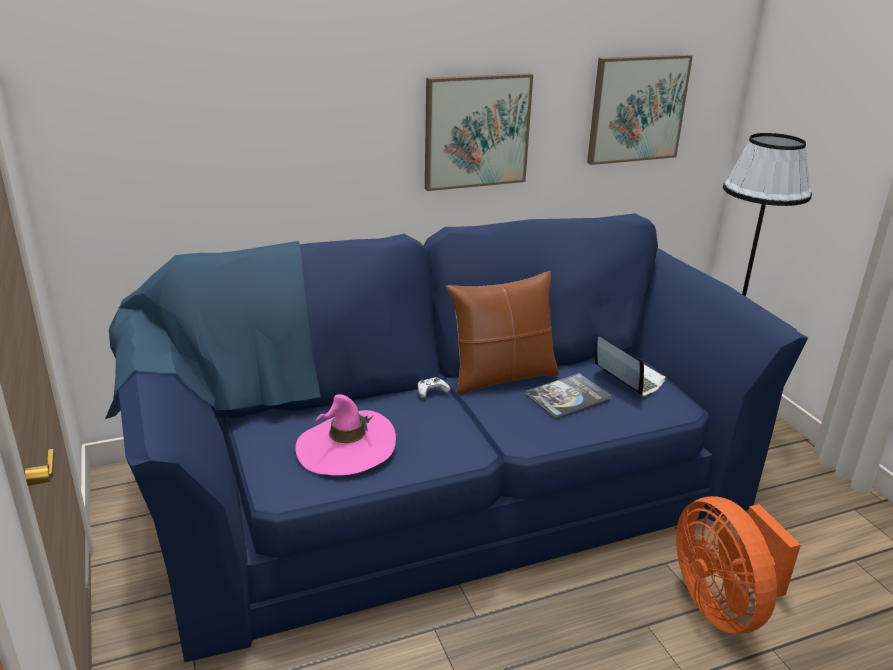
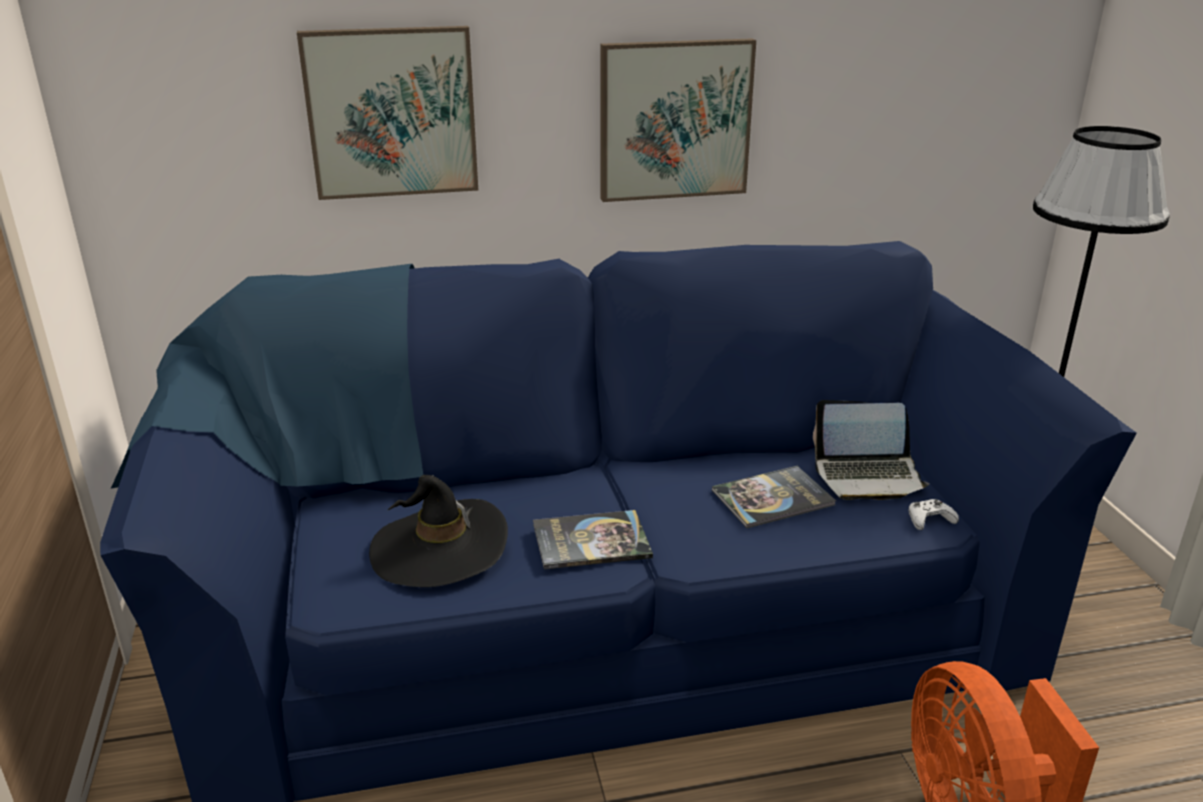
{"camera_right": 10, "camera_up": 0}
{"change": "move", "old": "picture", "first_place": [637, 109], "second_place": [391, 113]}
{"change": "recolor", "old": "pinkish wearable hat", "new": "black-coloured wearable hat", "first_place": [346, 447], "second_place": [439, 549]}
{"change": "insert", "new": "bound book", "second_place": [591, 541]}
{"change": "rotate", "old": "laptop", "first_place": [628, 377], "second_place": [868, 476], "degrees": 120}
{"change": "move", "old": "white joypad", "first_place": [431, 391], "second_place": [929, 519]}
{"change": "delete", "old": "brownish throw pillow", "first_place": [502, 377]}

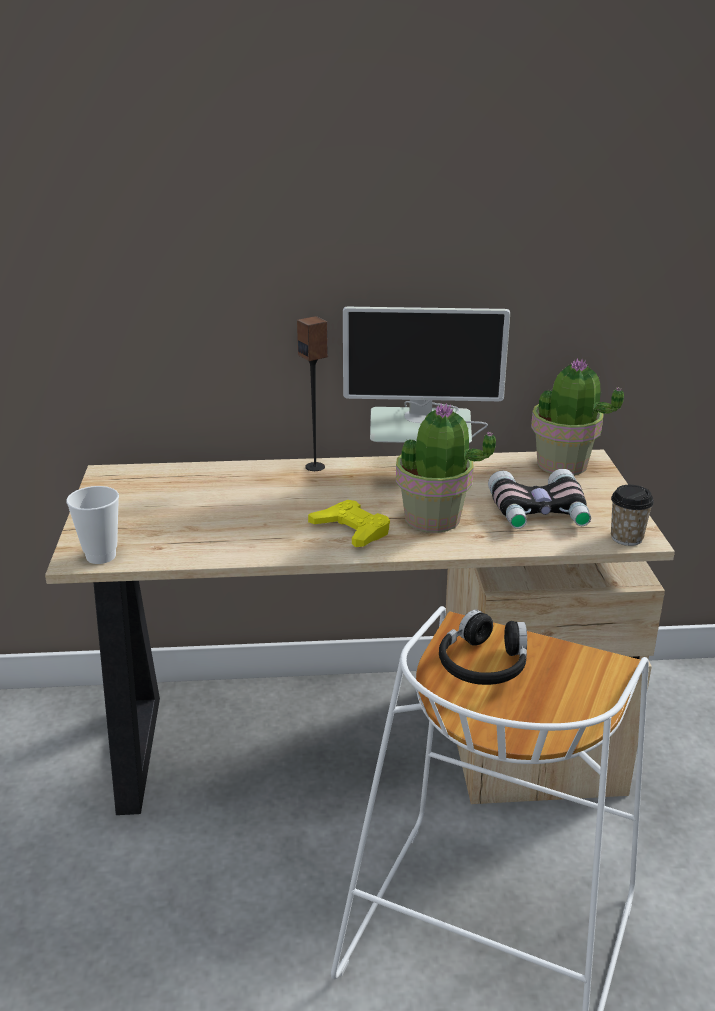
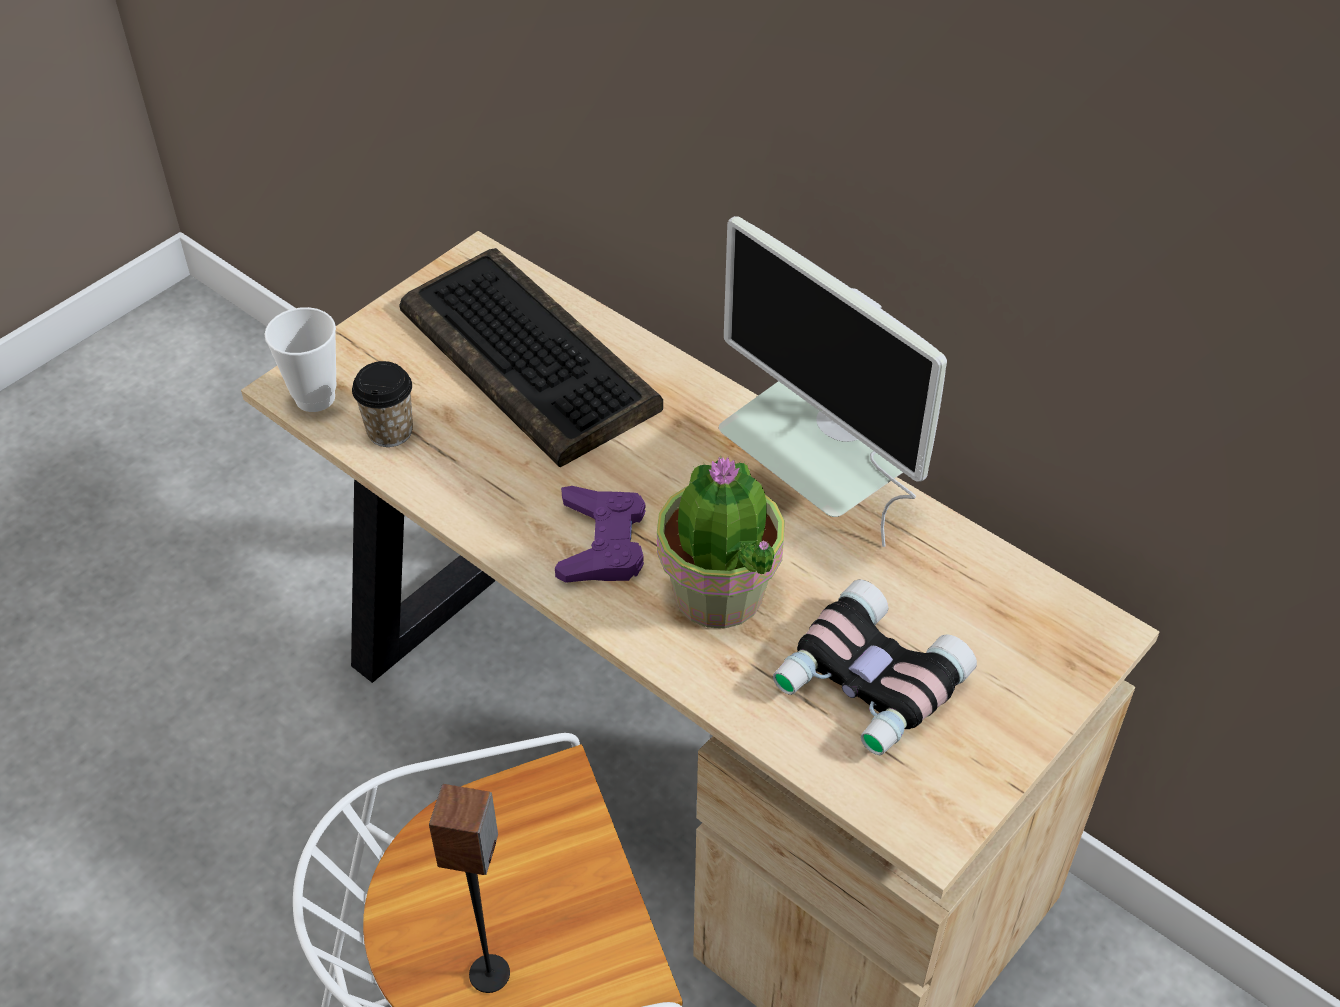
{"camera_right": 45, "camera_up": 20}
{"change": "move", "old": "cup", "first_place": [626, 538], "second_place": [390, 431]}
{"change": "insert", "new": "PC keyboard", "second_place": [532, 360]}
{"change": "move", "old": "speaker", "first_place": [315, 467], "second_place": [490, 974]}
{"change": "recolor", "old": "yellow joypad", "new": "purple joypad", "first_place": [351, 530], "second_place": [602, 543]}
{"change": "delete", "old": "black-coloured headphones", "first_place": [483, 664]}
{"change": "delete", "old": "houseplant", "first_place": [563, 465]}

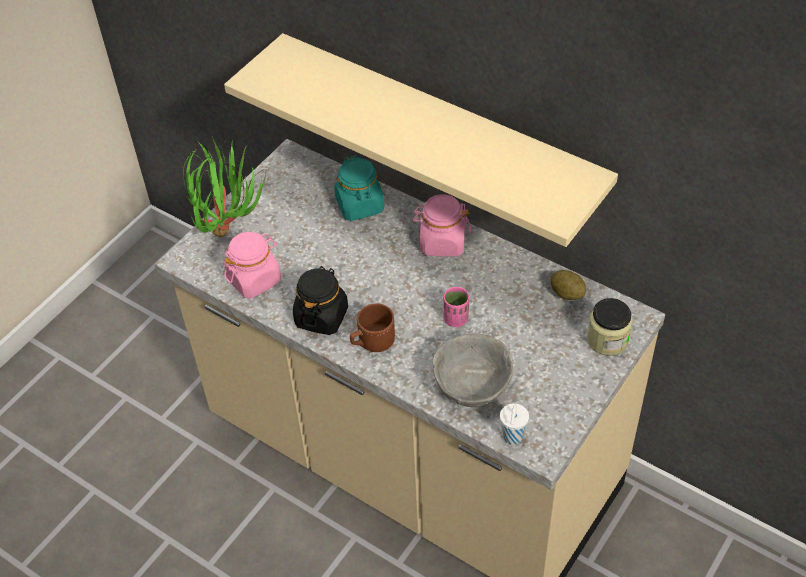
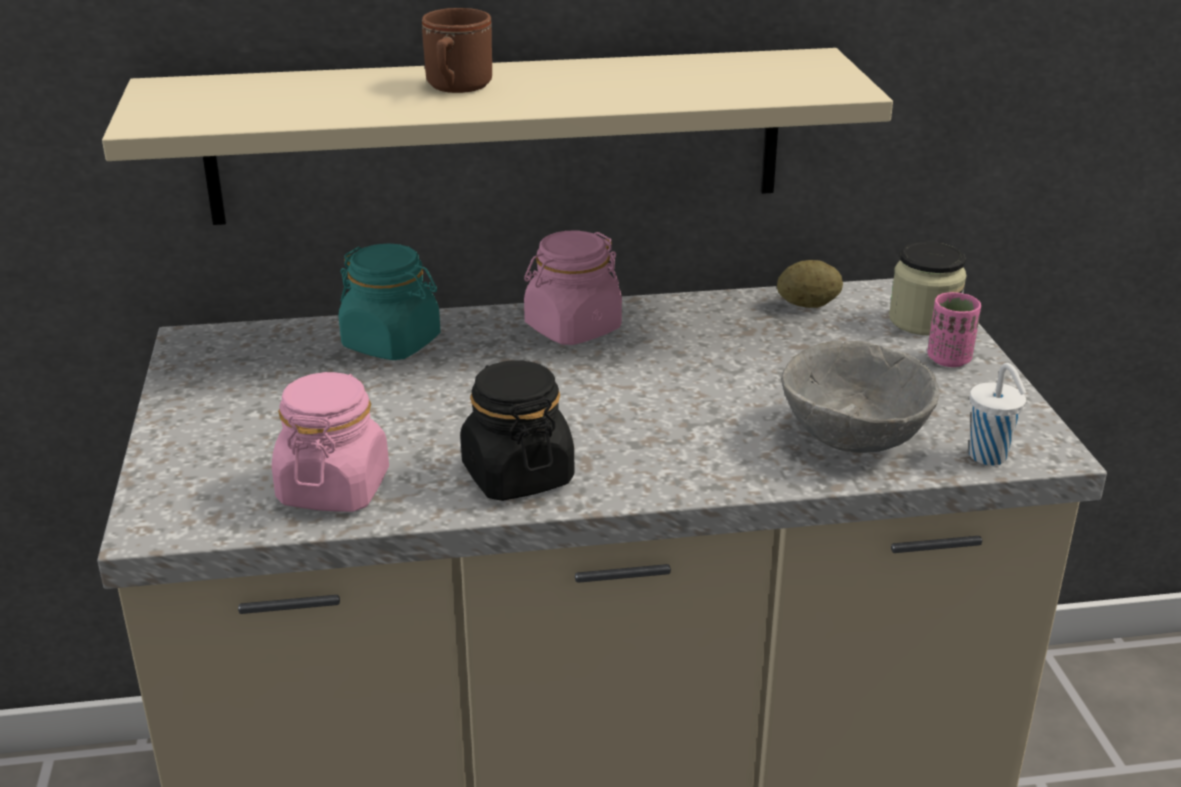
{"camera_right": -45, "camera_up": -20}
{"change": "move", "old": "brownish tea mug", "first_place": [372, 343], "second_place": [456, 88]}
{"change": "move", "old": "pinkish cup", "first_place": [456, 319], "second_place": [949, 359]}
{"change": "delete", "old": "houseplant", "first_place": [229, 226]}

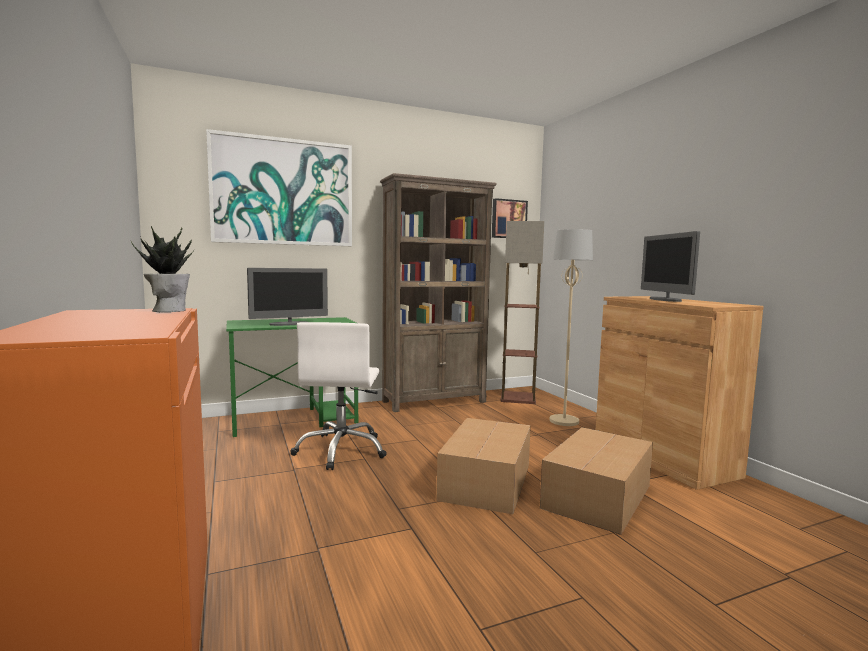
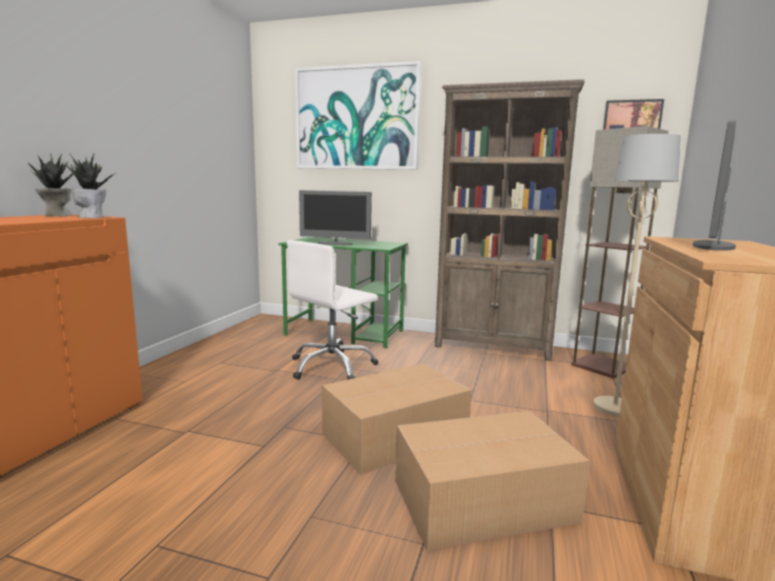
{"camera_right": 40, "camera_up": 5}
{"change": "insert", "new": "houseplant", "second_place": [56, 215]}

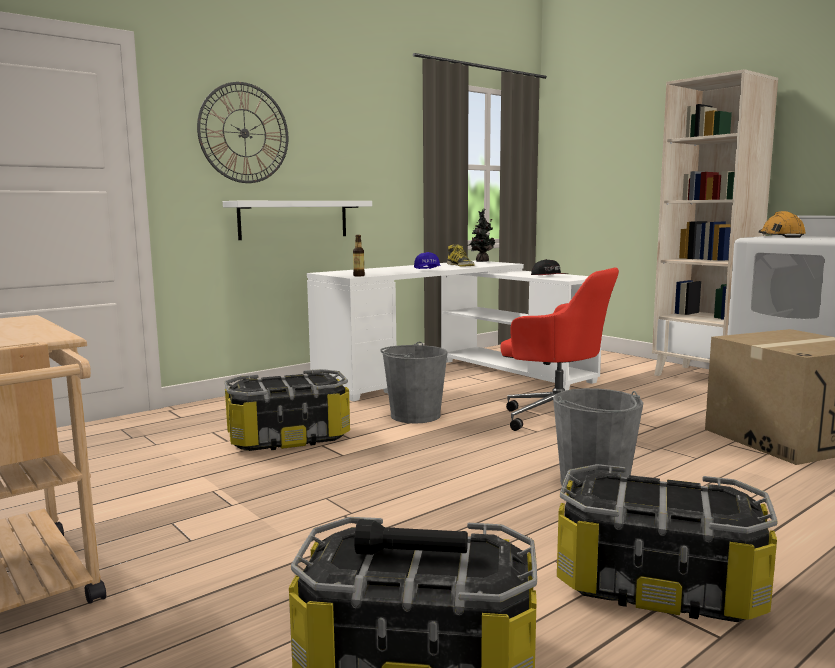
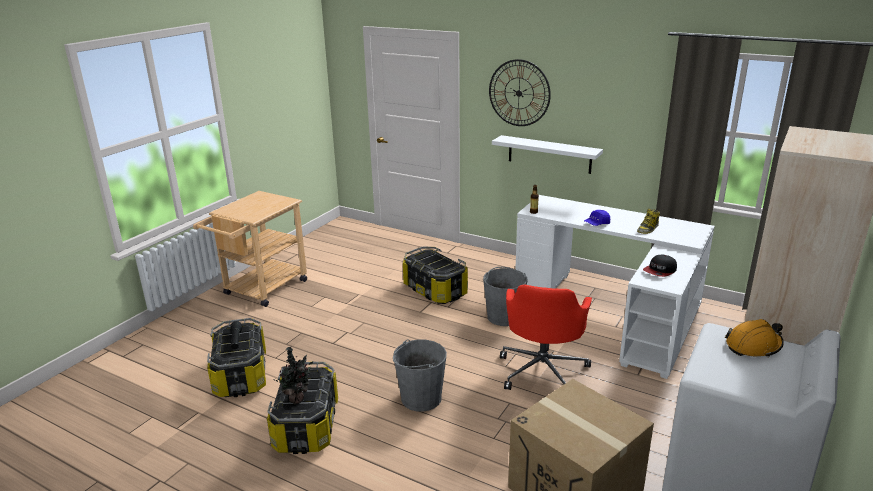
{"camera_right": 70, "camera_up": 15}
{"change": "move", "old": "houseplant", "first_place": [481, 261], "second_place": [297, 398]}

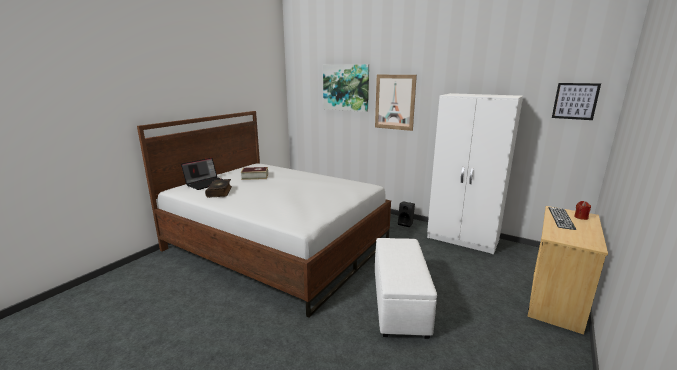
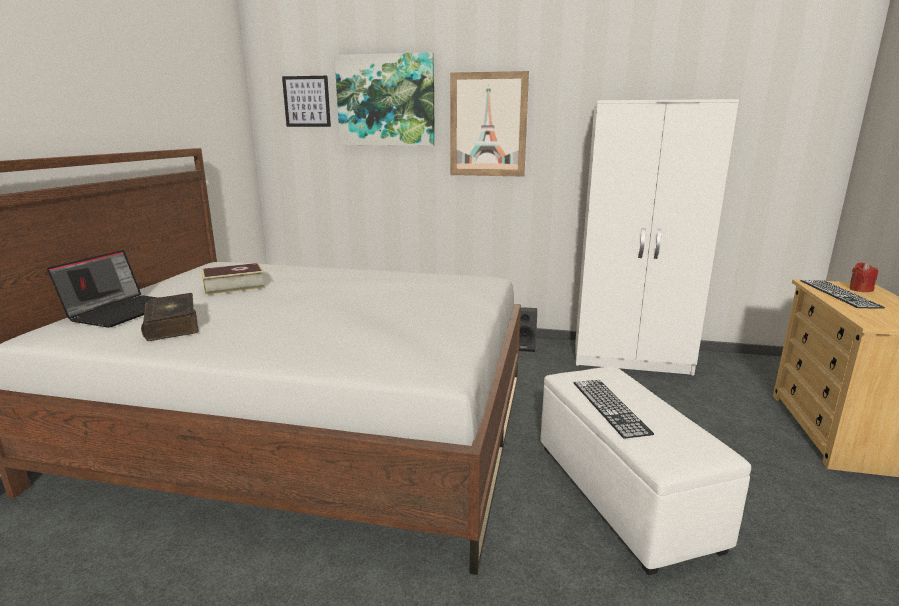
{"camera_right": -20, "camera_up": 0}
{"change": "move", "old": "picture", "first_place": [575, 101], "second_place": [307, 101]}
{"change": "insert", "new": "PC keyboard", "second_place": [610, 407]}

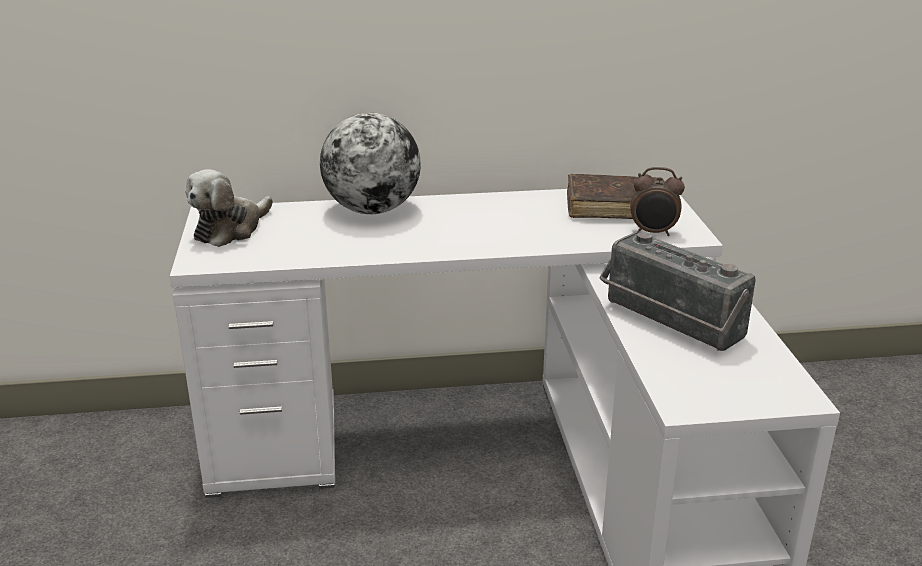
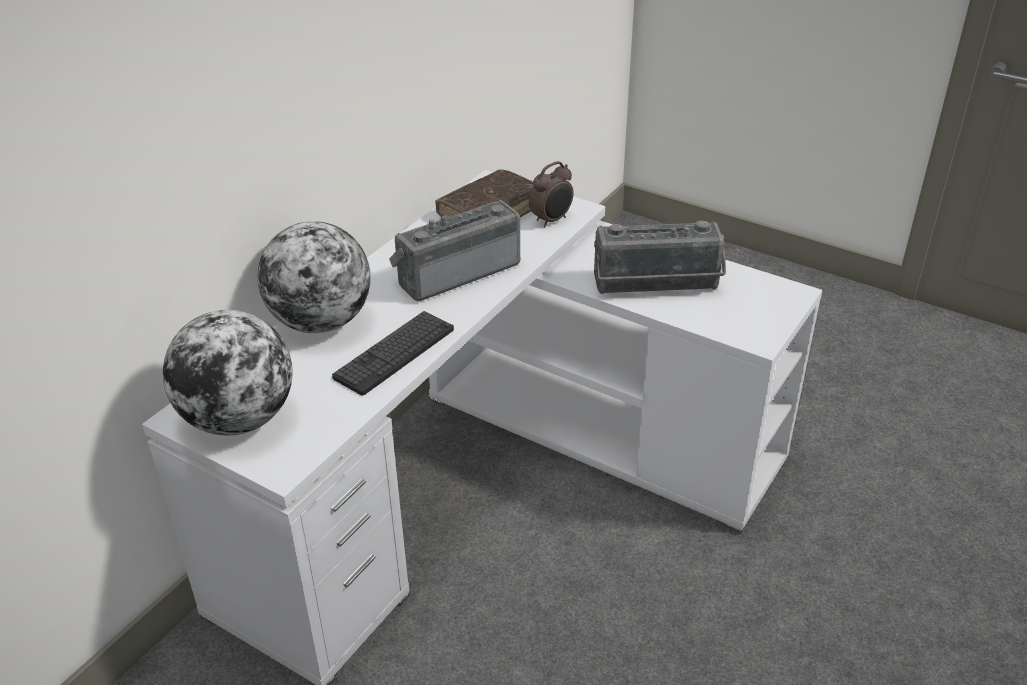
{"camera_right": -50, "camera_up": 10}
{"change": "replace", "old": "cuddly toy", "new": "desk globe", "first_place": [230, 229], "second_place": [238, 419]}
{"change": "insert", "new": "PC keyboard", "second_place": [395, 353]}
{"change": "insert", "new": "radio receiver", "second_place": [457, 272]}

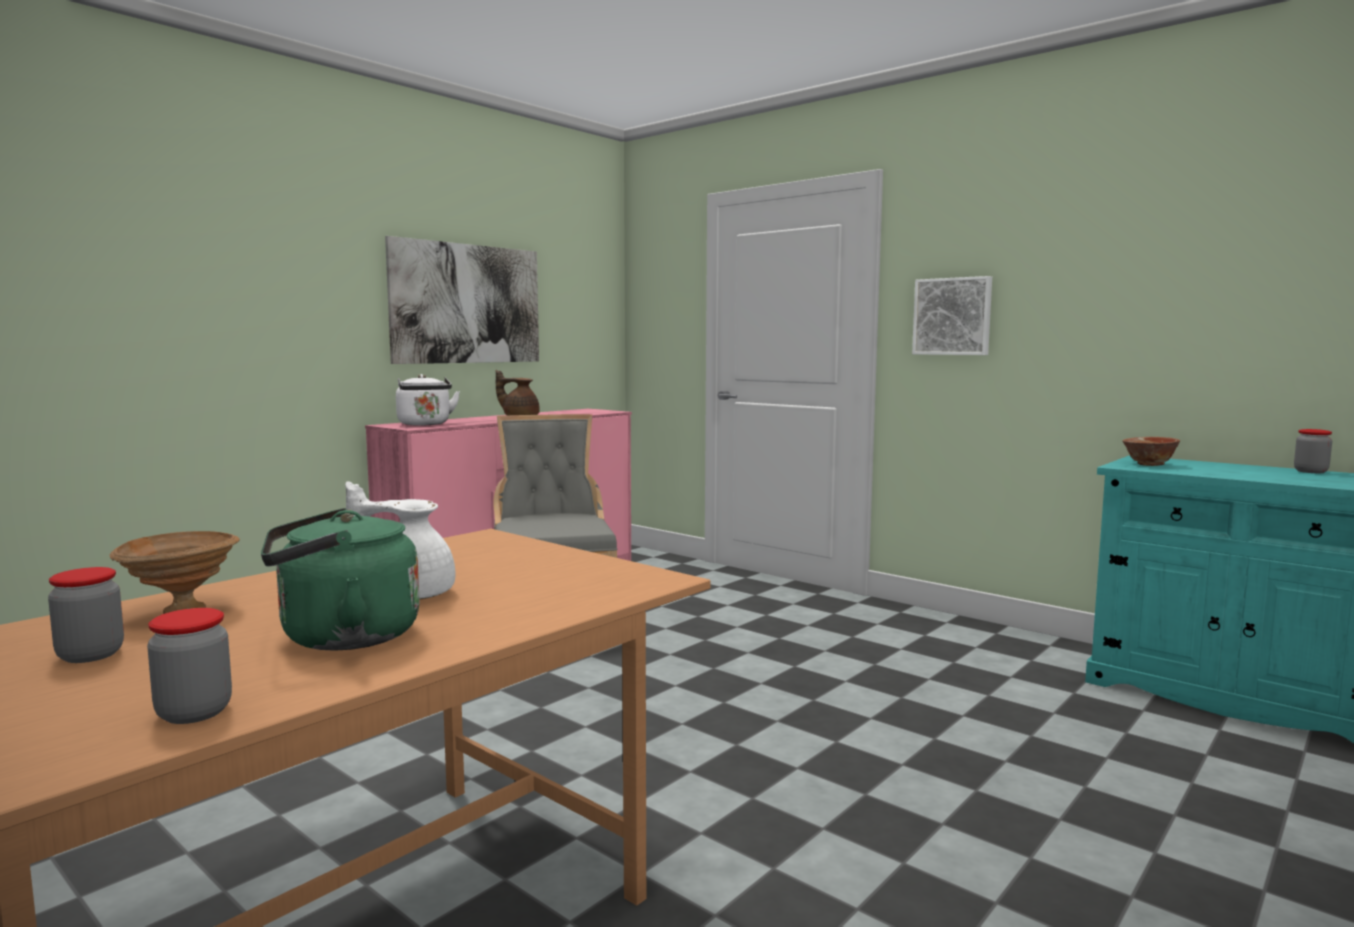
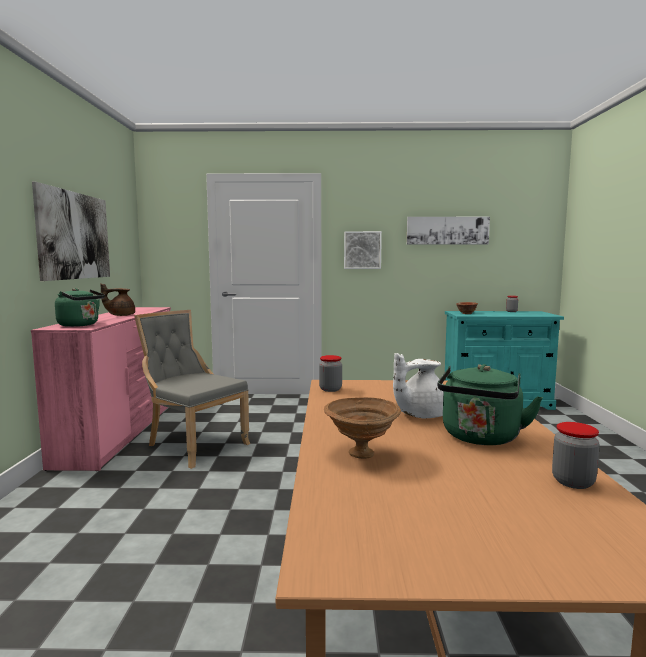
{"camera_right": -40, "camera_up": 0}
{"change": "recolor", "old": "white tea kettle", "new": "greenish tea kettle", "first_place": [425, 424], "second_place": [80, 325]}
{"change": "move", "old": "storage jar", "first_place": [90, 655], "second_place": [330, 389]}
{"change": "insert", "new": "picture", "second_place": [447, 230]}

